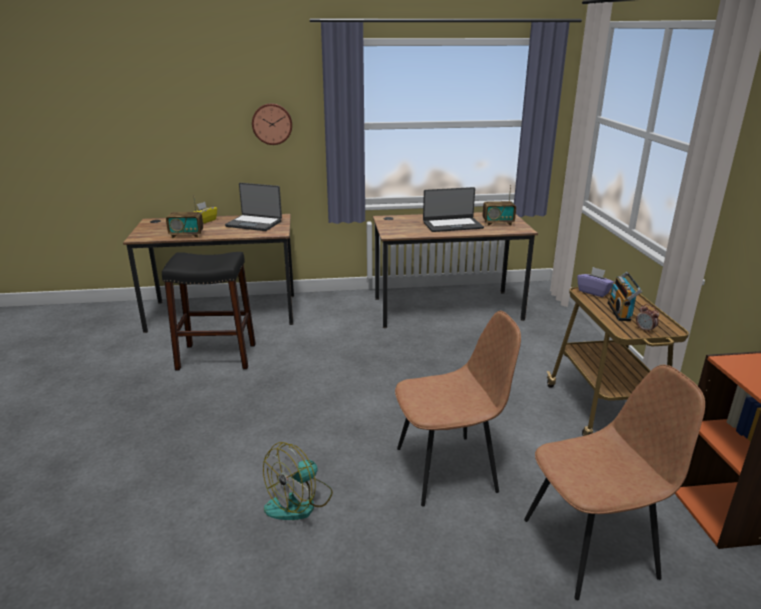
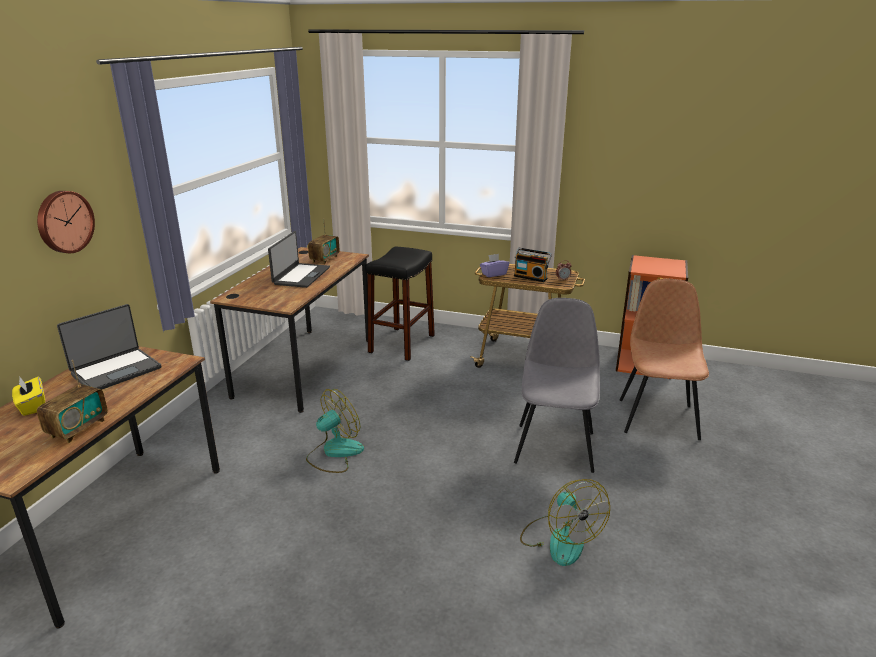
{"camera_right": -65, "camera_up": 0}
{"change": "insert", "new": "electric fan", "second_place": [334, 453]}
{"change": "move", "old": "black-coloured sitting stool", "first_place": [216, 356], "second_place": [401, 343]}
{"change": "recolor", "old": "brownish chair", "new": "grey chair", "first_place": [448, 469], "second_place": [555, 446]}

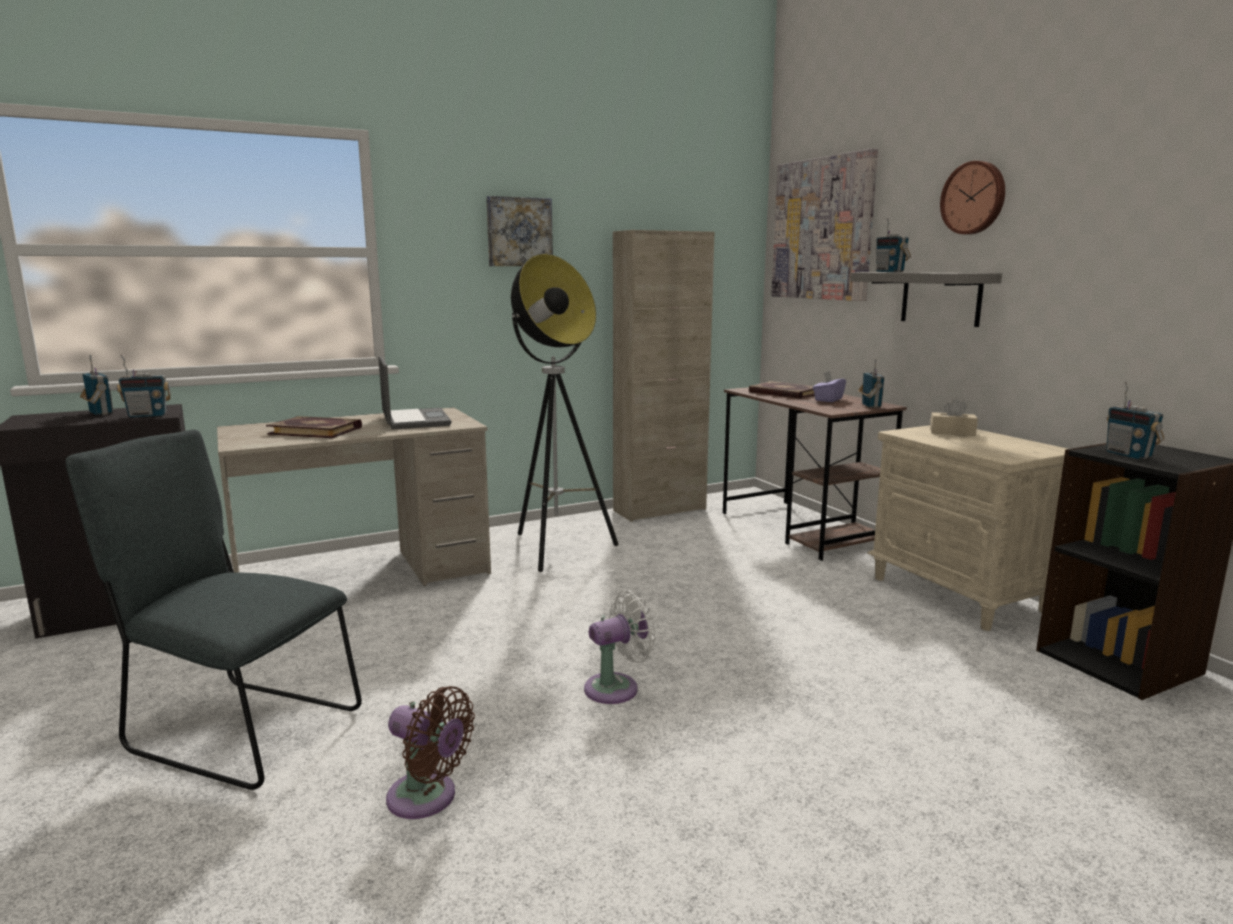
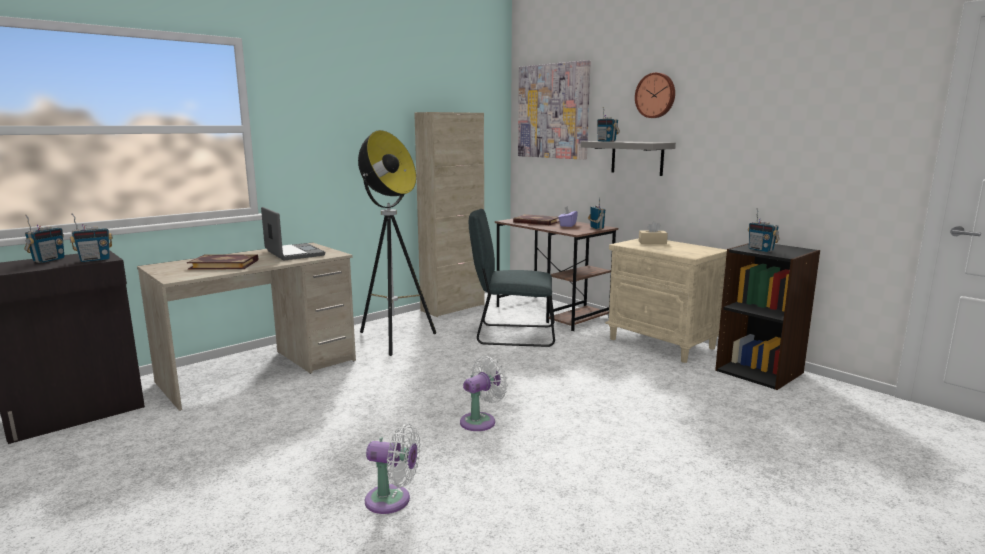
{"camera_right": -15, "camera_up": 0}
{"change": "rotate", "old": "radio receiver", "first_place": [100, 413], "second_place": [48, 260], "degrees": 75}
{"change": "recolor", "old": "brownish electric fan", "new": "white electric fan", "first_place": [427, 798], "second_place": [392, 500]}
{"change": "move", "old": "grey chair", "first_place": [237, 729], "second_place": [512, 335]}
{"change": "delete", "old": "picture", "first_place": [519, 232]}

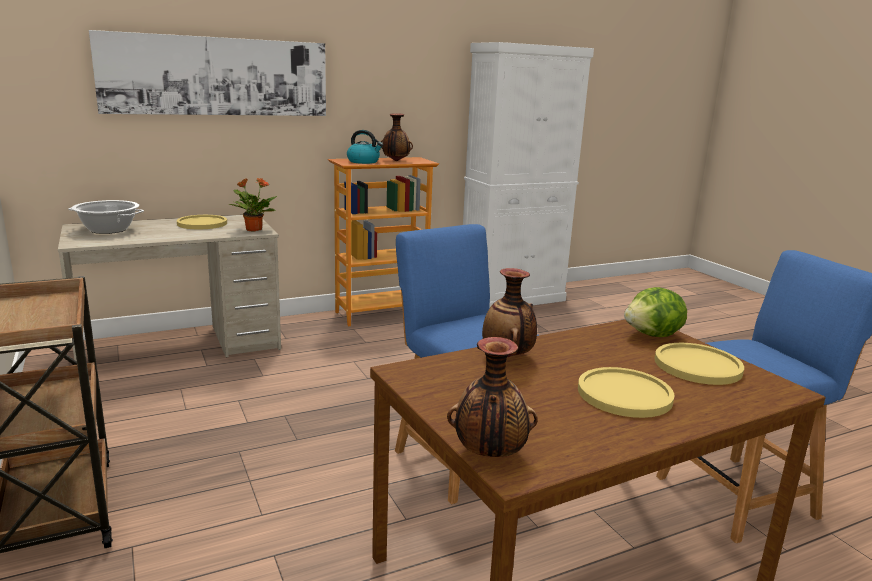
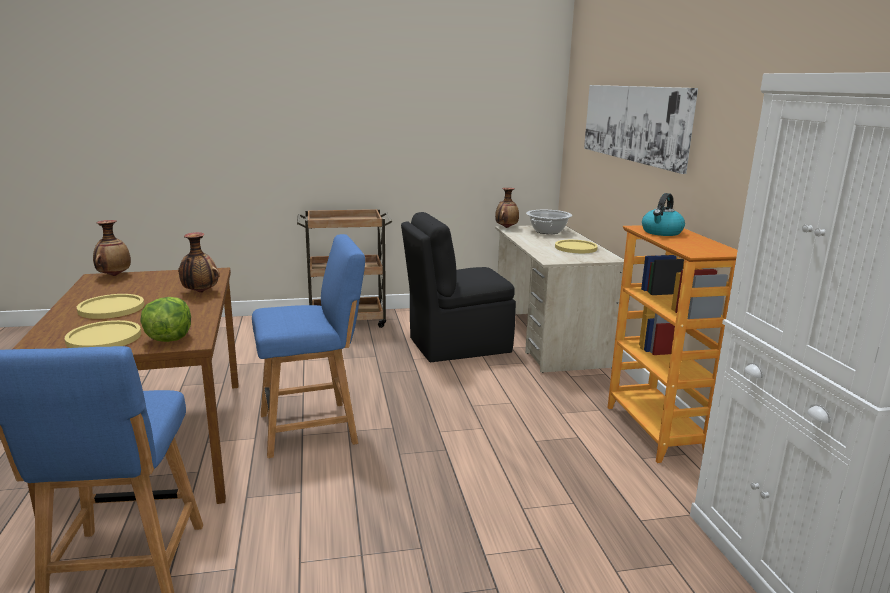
{"camera_right": 105, "camera_up": 0}
{"change": "insert", "new": "black-coloured chair", "second_place": [456, 345]}
{"change": "move", "old": "decorative vase", "first_place": [395, 161], "second_place": [506, 227]}
{"change": "delete", "old": "houseplant", "first_place": [253, 229]}

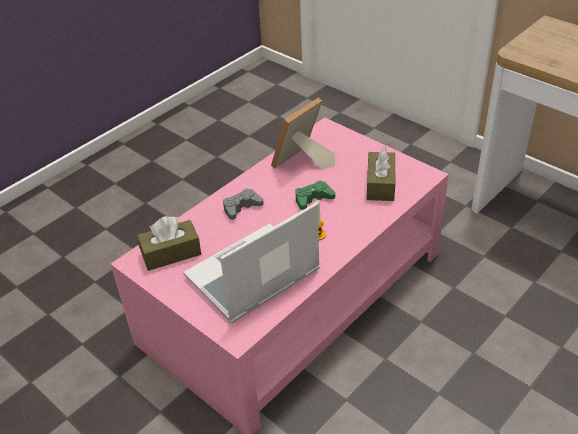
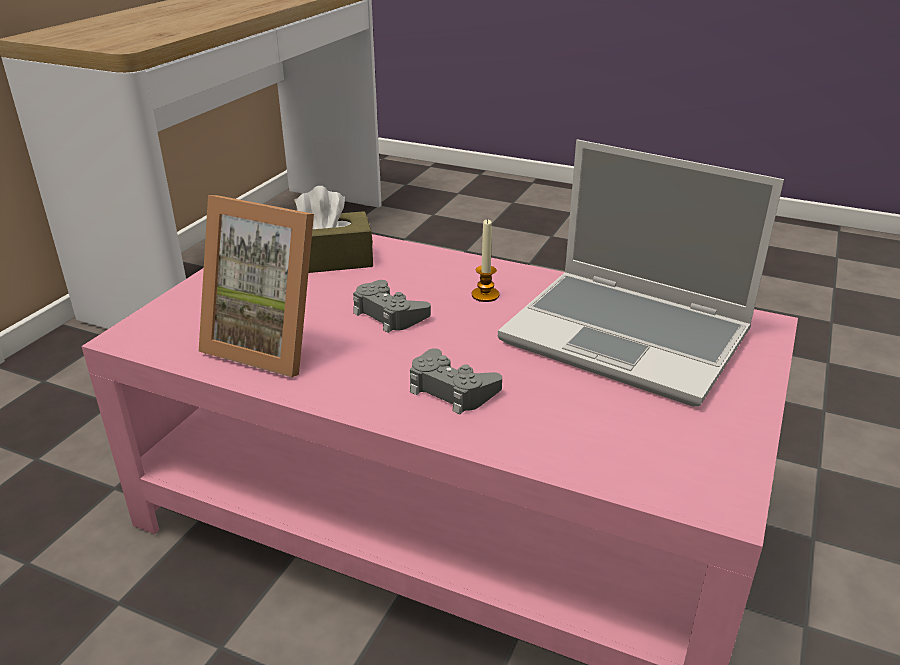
{"camera_right": -110, "camera_up": -10}
{"change": "recolor", "old": "greenish joypad", "new": "grey joypad", "first_place": [313, 199], "second_place": [389, 314]}
{"change": "delete", "old": "brownish tissue holder", "first_place": [171, 253]}

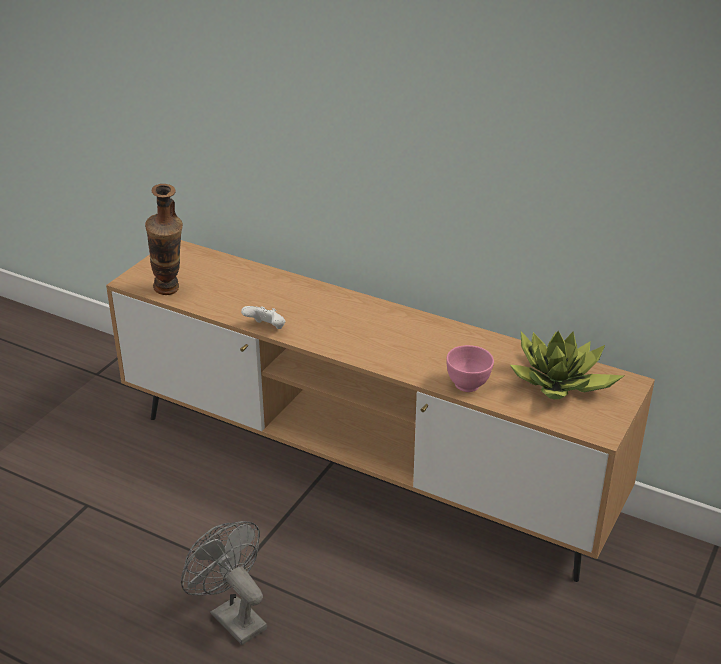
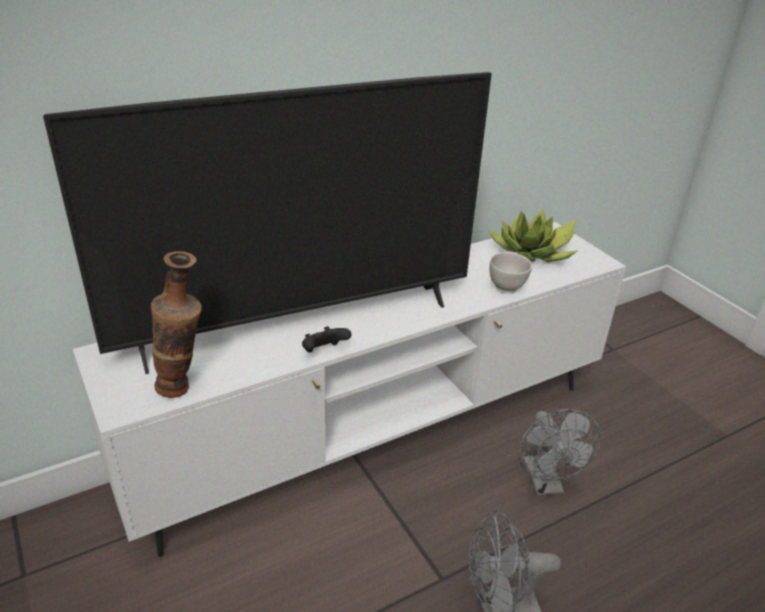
{"camera_right": -60, "camera_up": 0}
{"change": "insert", "new": "TV set", "second_place": [299, 325]}
{"change": "recolor", "old": "brownish media console", "new": "white media console", "first_place": [361, 469], "second_place": [375, 437]}
{"change": "recolor", "old": "white joypad", "new": "black-coloured joypad", "first_place": [266, 328], "second_place": [324, 352]}
{"change": "recolor", "old": "pinkish bowl", "new": "white bowl", "first_place": [468, 385], "second_place": [507, 288]}
{"change": "insert", "new": "grey electric fan", "second_place": [545, 484]}

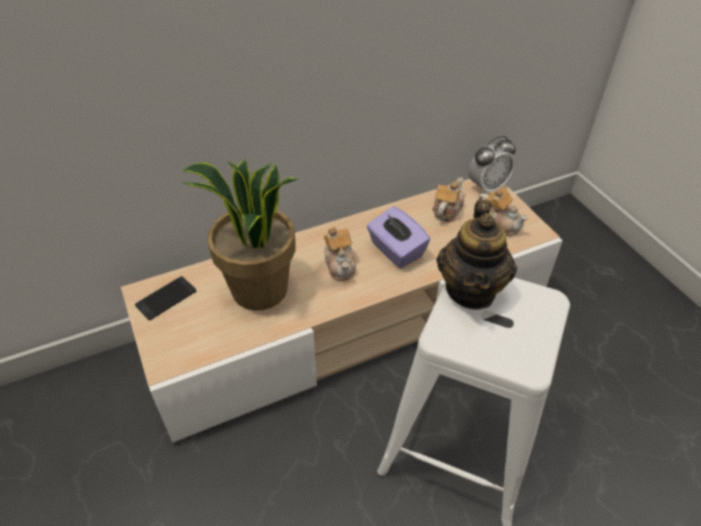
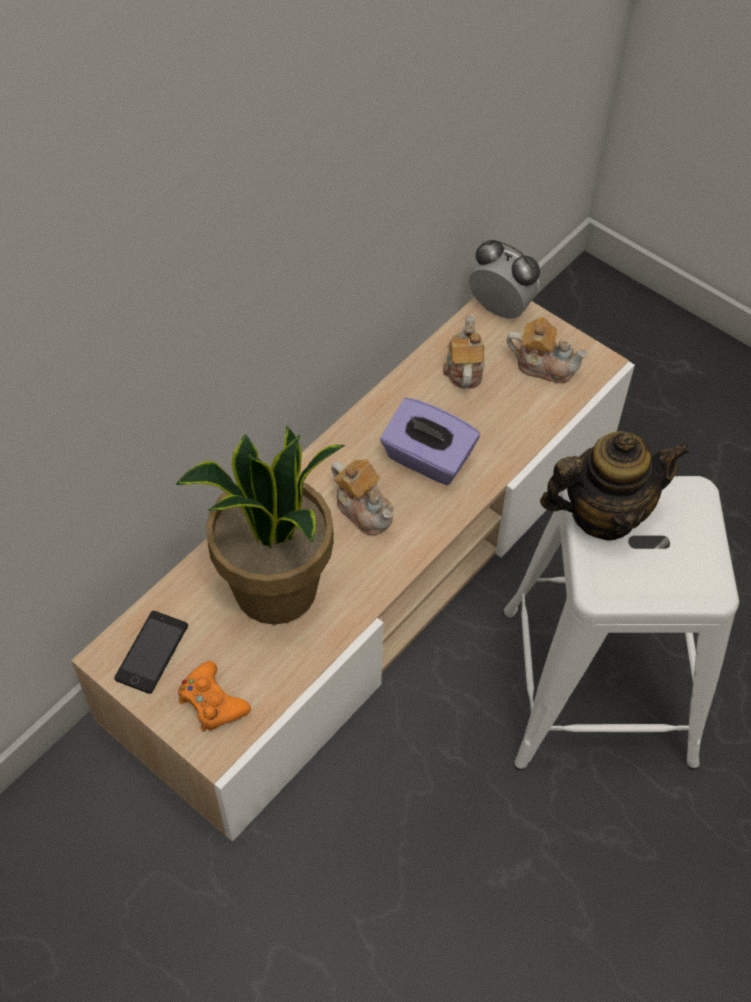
{"camera_right": -25, "camera_up": 10}
{"change": "insert", "new": "orangey joypad", "second_place": [212, 702]}
{"change": "rotate", "old": "table clock", "first_place": [487, 187], "second_place": [500, 309], "degrees": -90}
{"change": "rotate", "old": "pot for tea", "first_place": [471, 290], "second_place": [603, 514], "degrees": -90}

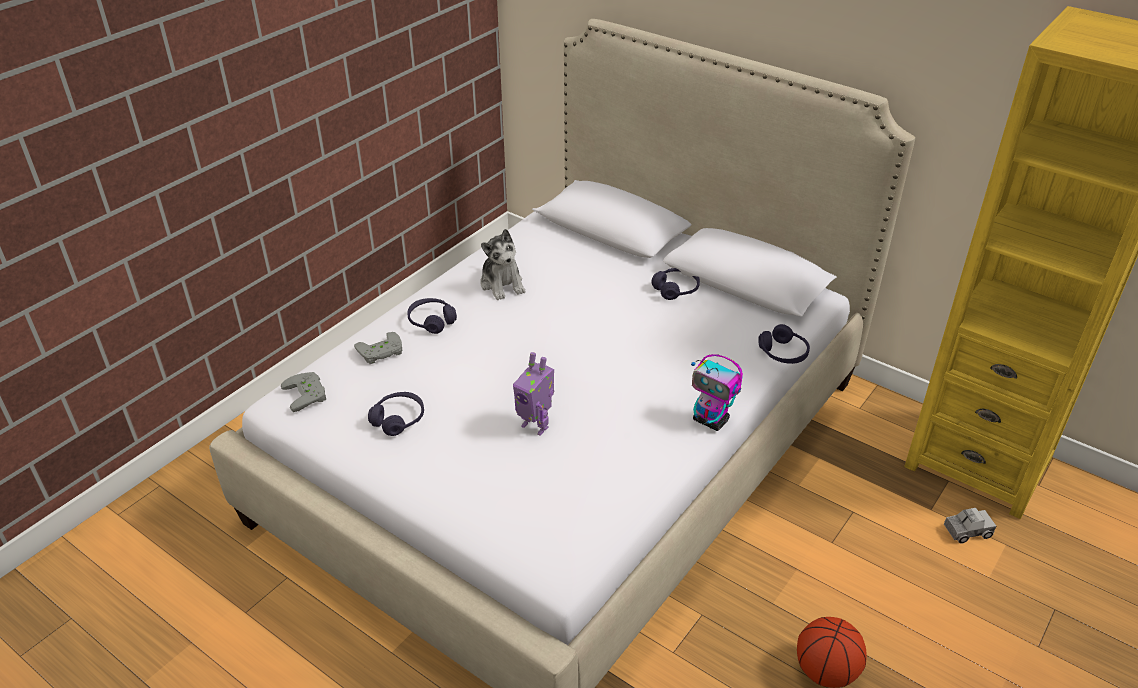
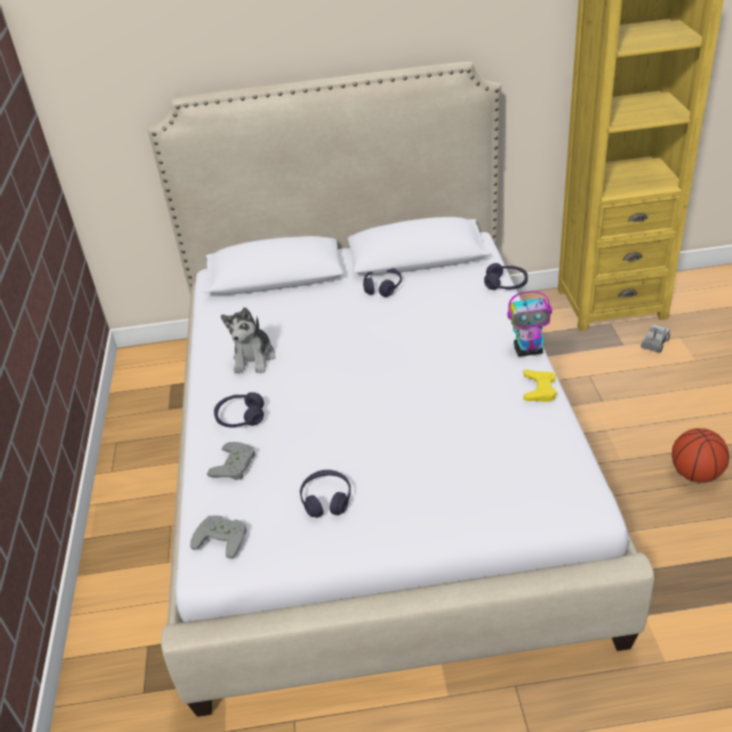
{"camera_right": -40, "camera_up": 0}
{"change": "rotate", "old": "cuddly toy", "first_place": [502, 284], "second_place": [254, 358], "degrees": 75}
{"change": "insert", "new": "yellow joypad", "second_place": [539, 389]}
{"change": "delete", "old": "robot figure", "first_place": [536, 425]}

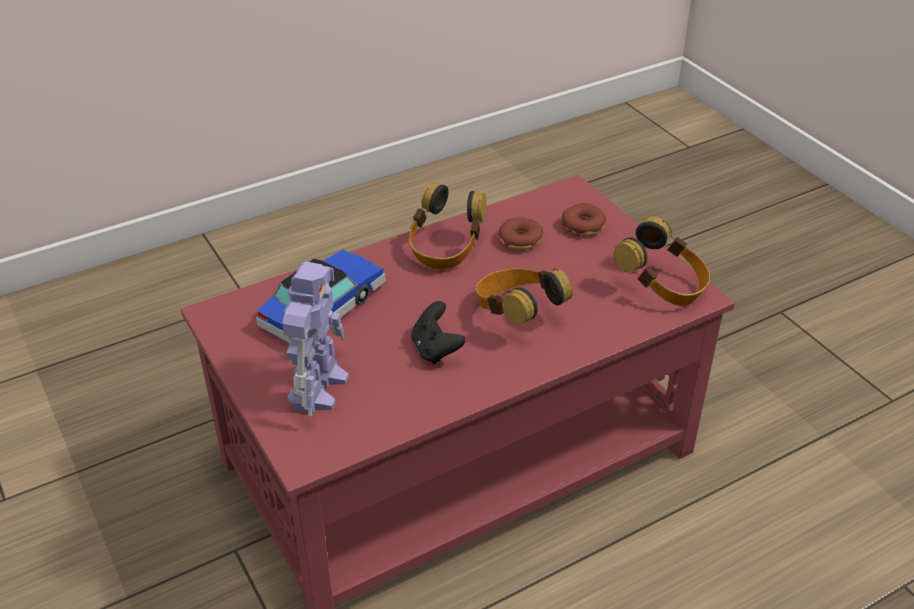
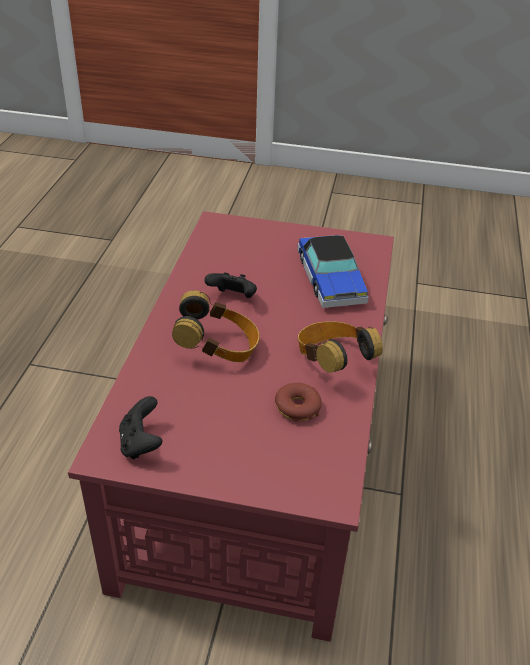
{"camera_right": 130, "camera_up": 0}
{"change": "replace", "old": "headphones", "new": "black-coloured joypad", "first_place": [662, 286], "second_place": [141, 443]}
{"change": "delete", "old": "robot figure", "first_place": [319, 387]}
{"change": "delete", "old": "doughnut", "first_place": [583, 226]}

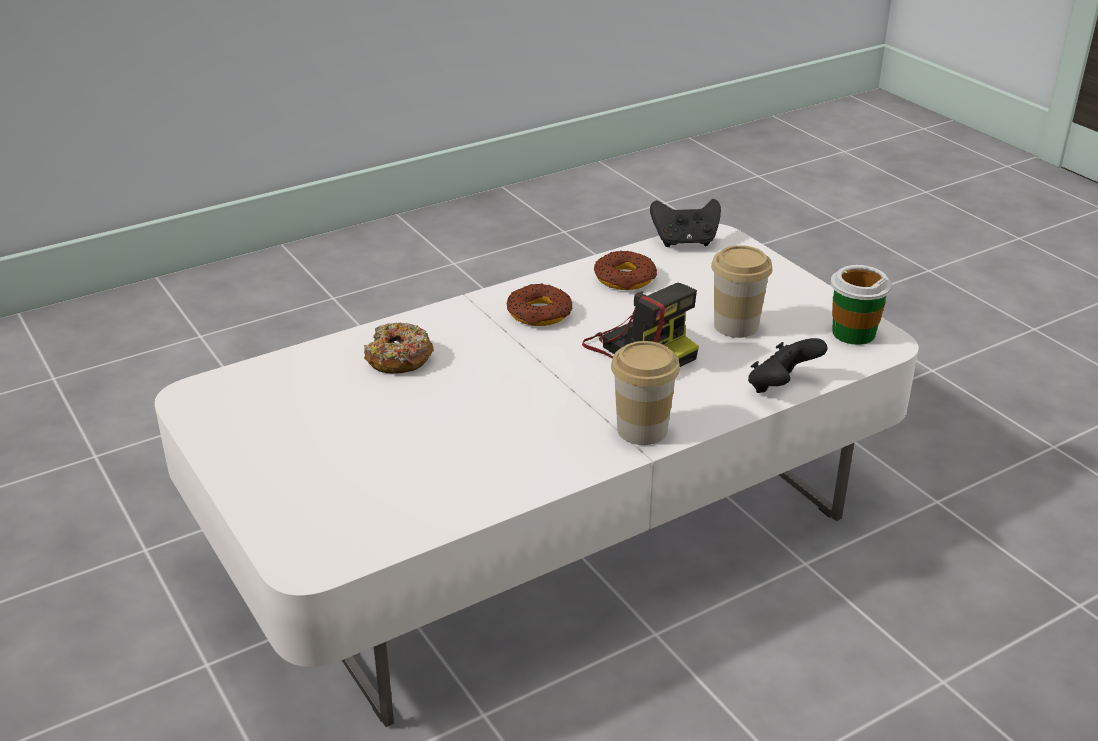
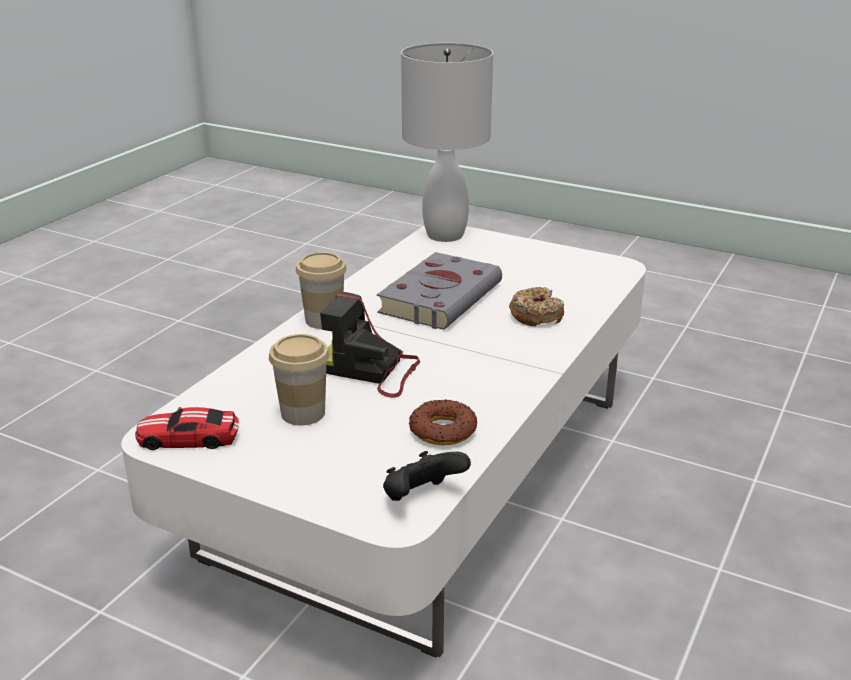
{"camera_right": 150, "camera_up": -5}
{"change": "replace", "old": "cup", "new": "miniature car", "first_place": [853, 333], "second_place": [188, 438]}
{"change": "insert", "new": "grey bound book", "second_place": [442, 297]}
{"change": "insert", "new": "white lamp for a table", "second_place": [444, 234]}
{"change": "delete", "old": "doughnut", "first_place": [539, 313]}
{"change": "delete", "old": "black-coloured joypad", "first_place": [781, 387]}

